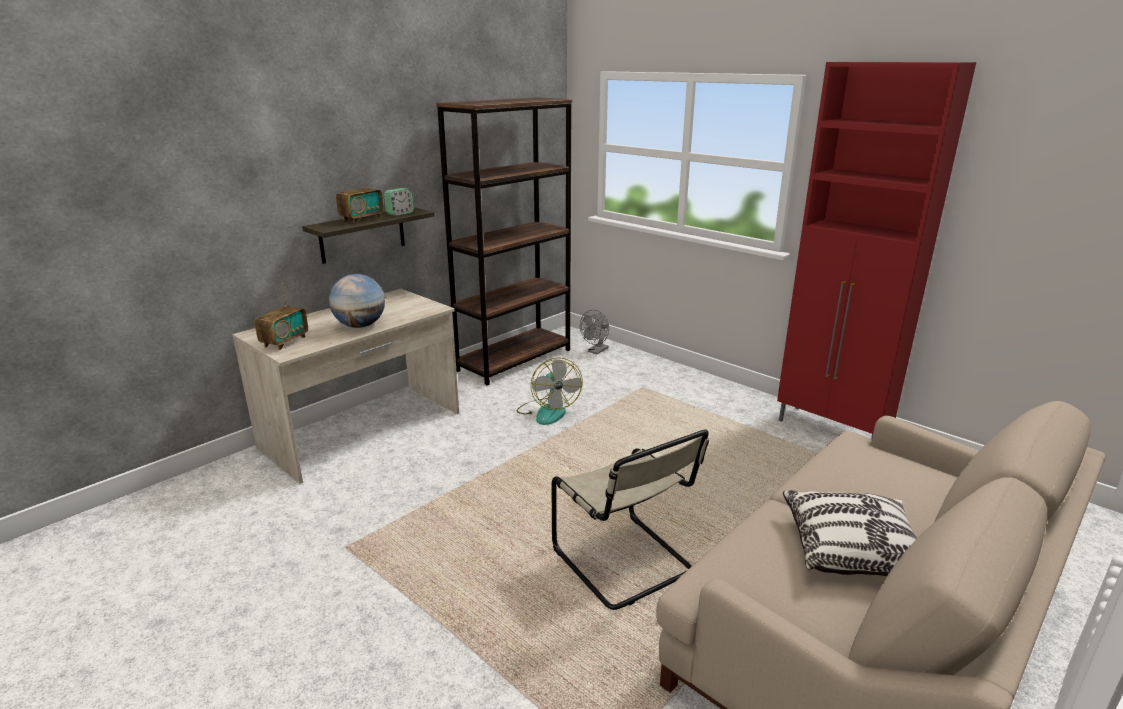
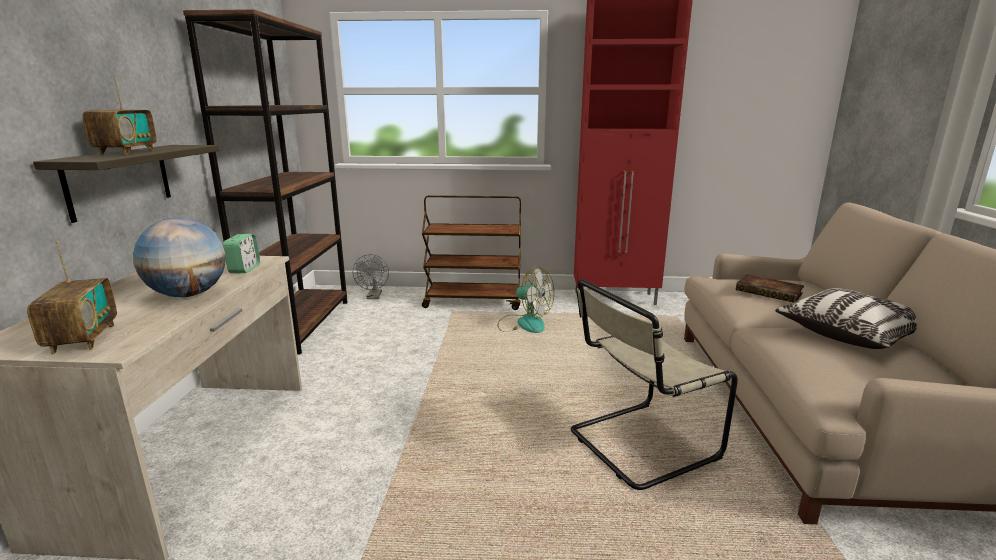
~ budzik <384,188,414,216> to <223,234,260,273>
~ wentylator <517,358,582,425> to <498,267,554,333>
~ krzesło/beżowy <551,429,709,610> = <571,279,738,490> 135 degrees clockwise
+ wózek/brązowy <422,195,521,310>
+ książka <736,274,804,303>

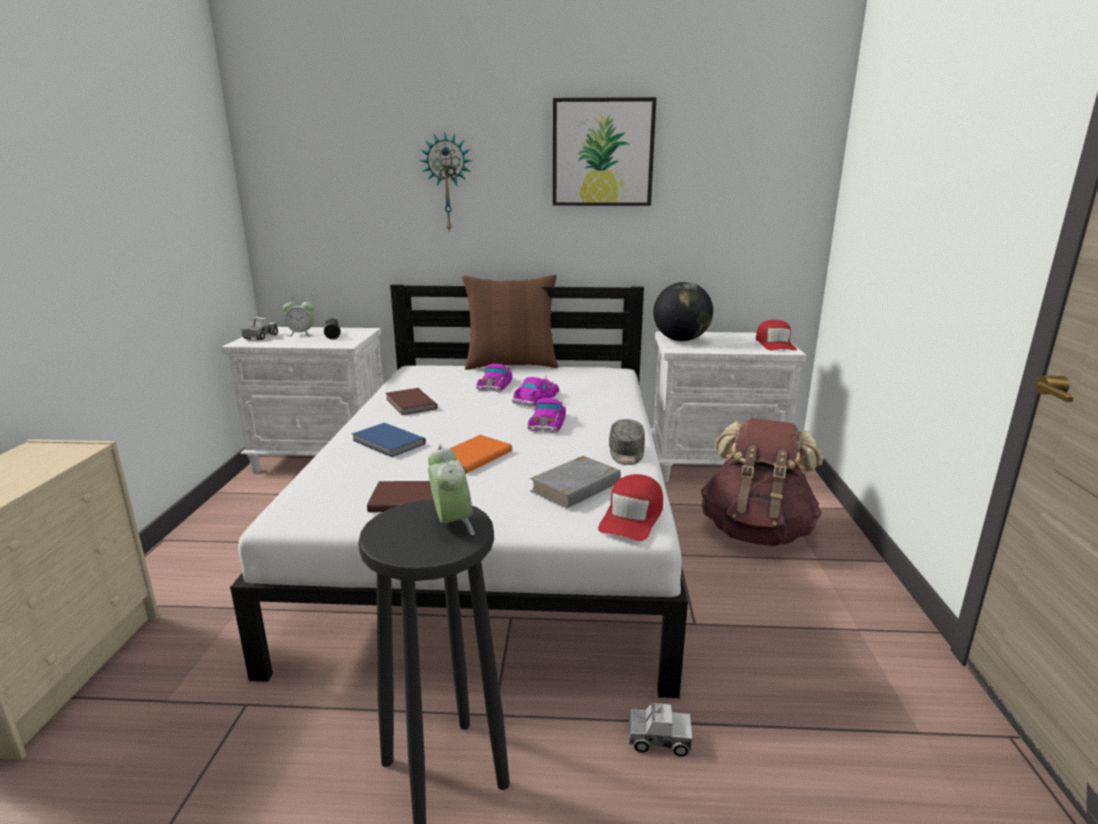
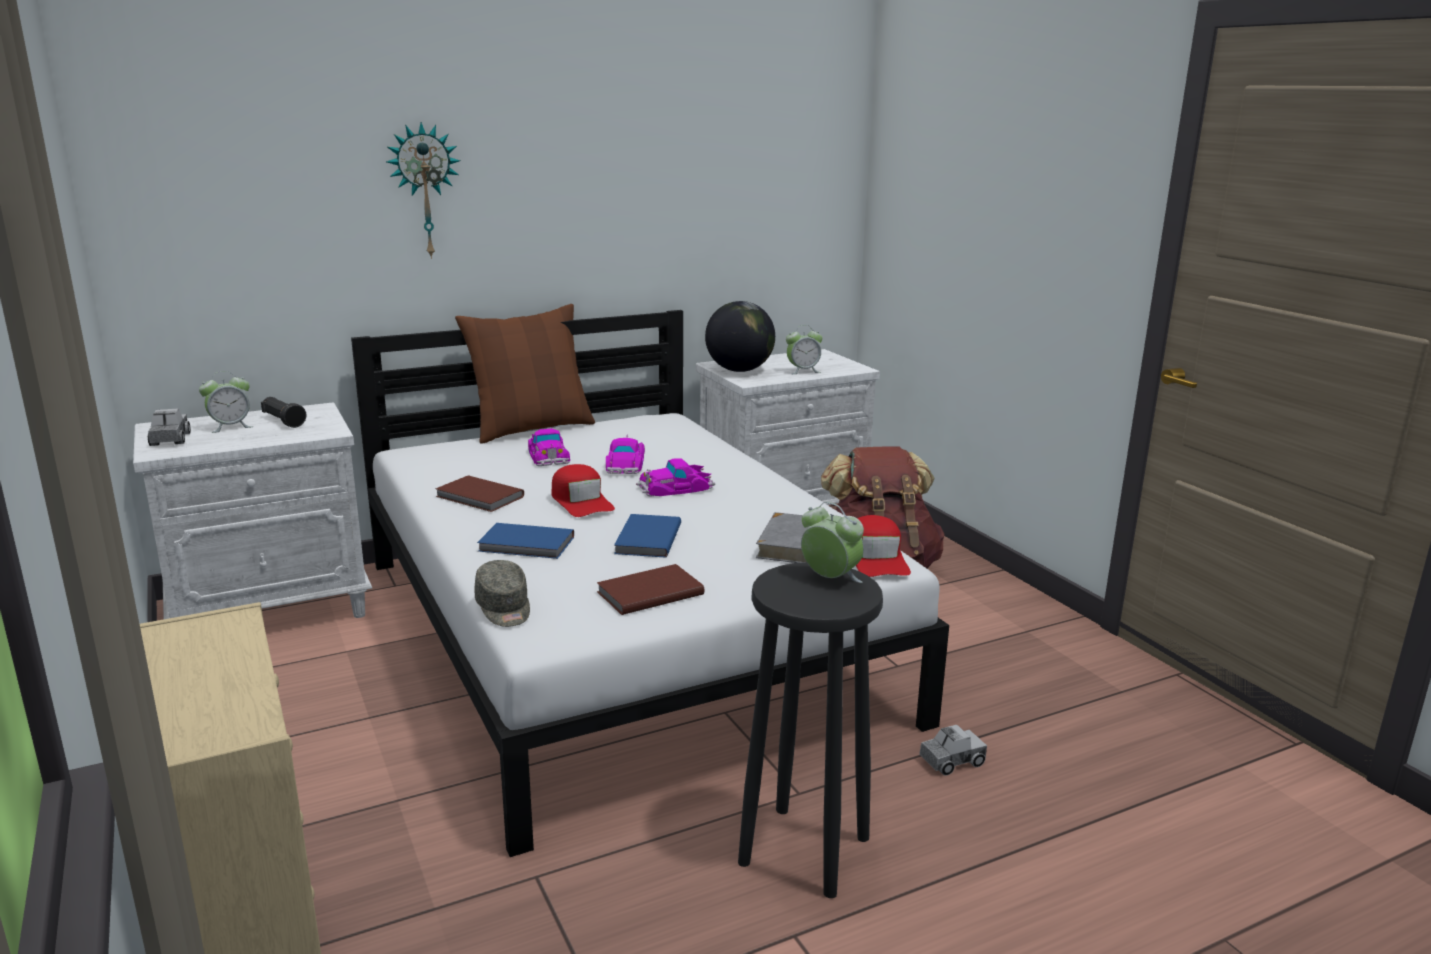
- obraz <553,97,657,206>
~ czapka z daszkiem/czerwony <756,320,797,350> to <551,464,615,517>
~ samochodzik <528,398,566,433> = <636,458,715,496> 90 degrees clockwise
~ czapka z daszkiem/szary <609,419,645,465> to <474,560,530,627>
~ książka/pomarańczowy <450,435,512,474> to książka/niebieski <614,514,681,558>
+ budzik <786,325,822,374>

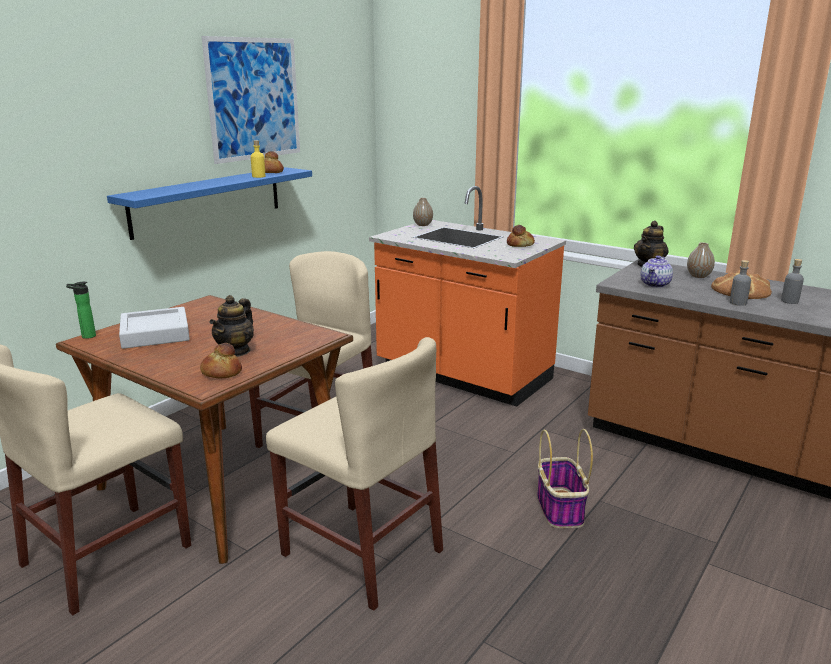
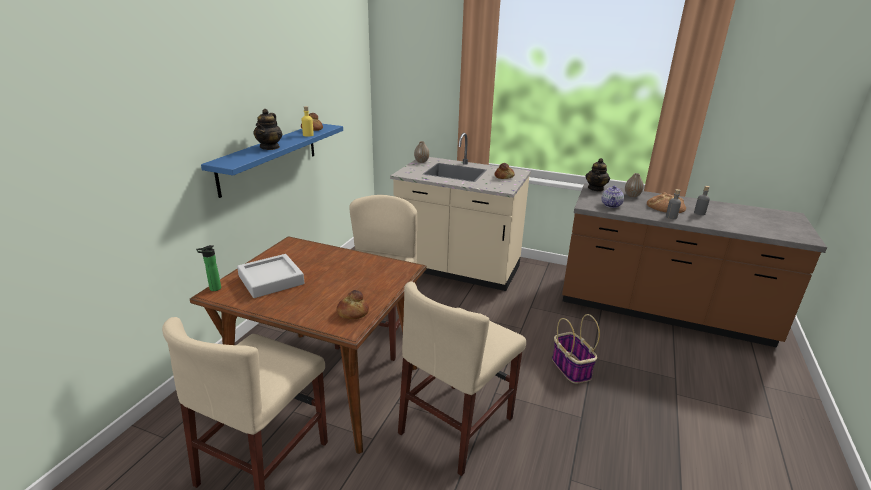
- obraz <202,36,300,164>
~ zabudowa kuchenna/pomarańczowy <369,186,566,407> to zabudowa kuchenna/beżowy <390,133,531,291>
~ imbryk <209,295,254,357> to <253,109,282,150>
~ krzesło/beżowy <266,337,443,611> = <398,282,526,476> 105 degrees clockwise

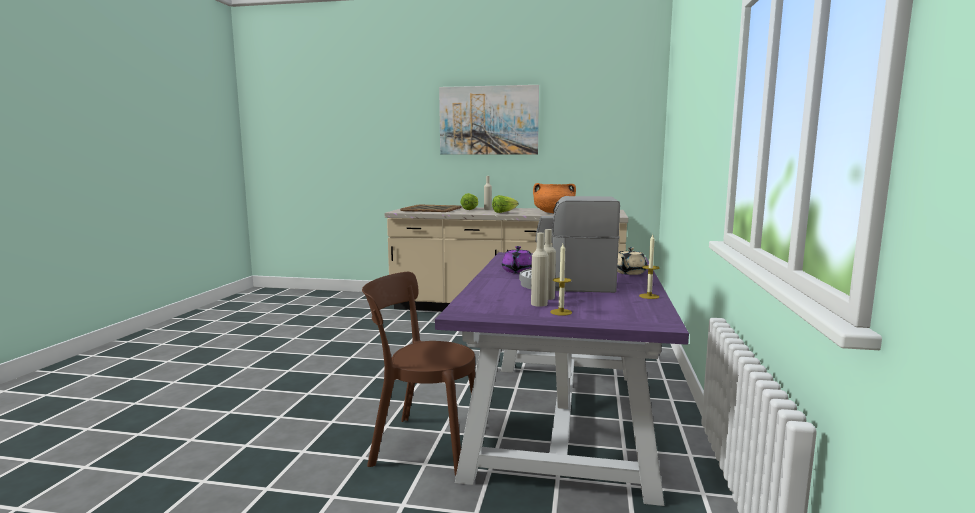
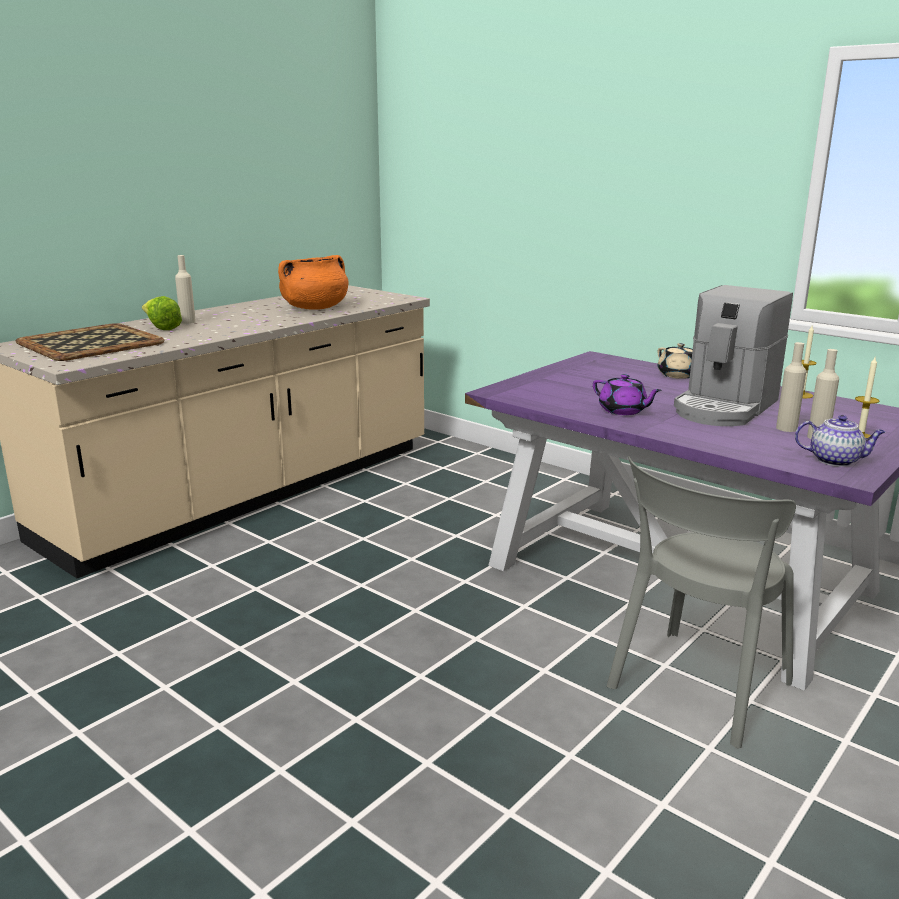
- obraz <439,85,539,155>
- sałata <492,195,519,213>
~ krzesło/brązowy <362,272,475,476> to krzesło/szary <607,456,796,749>
+ imbryk <795,415,885,467>

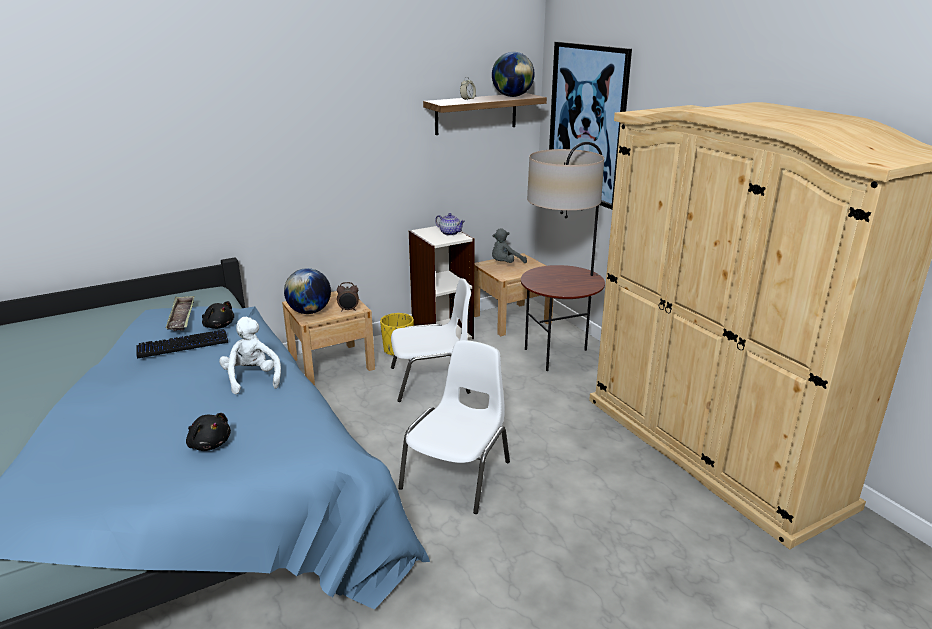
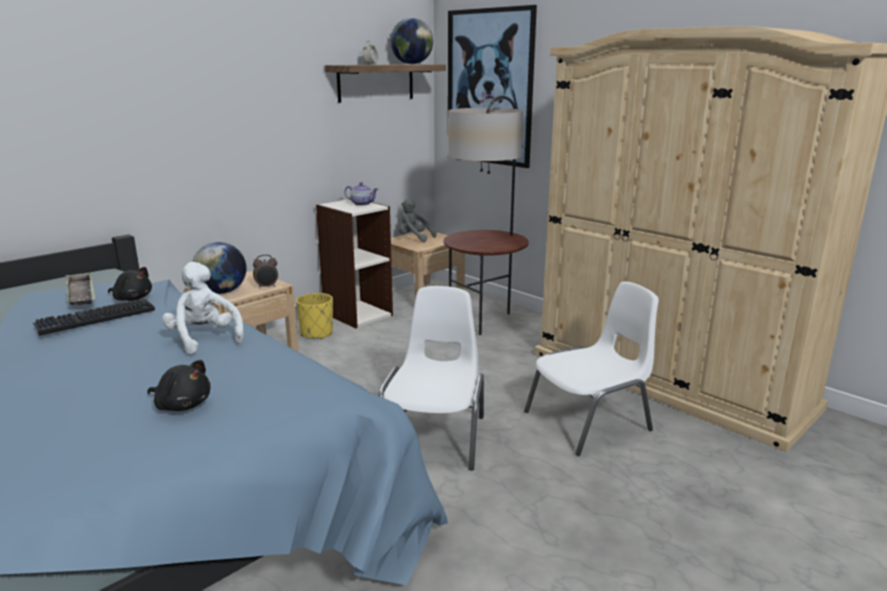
~ pluszak/szary <492,228,527,263> = <399,199,436,242> 75 degrees clockwise
~ krzesło/biały <391,278,471,402> to <524,282,659,456>

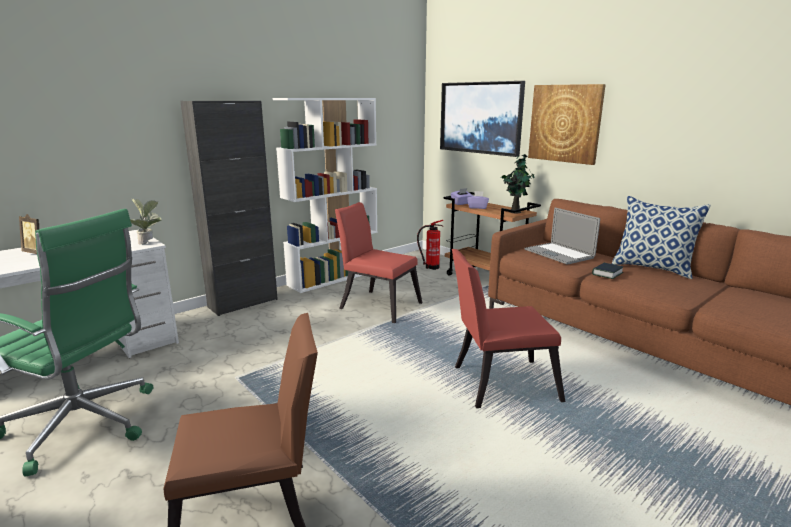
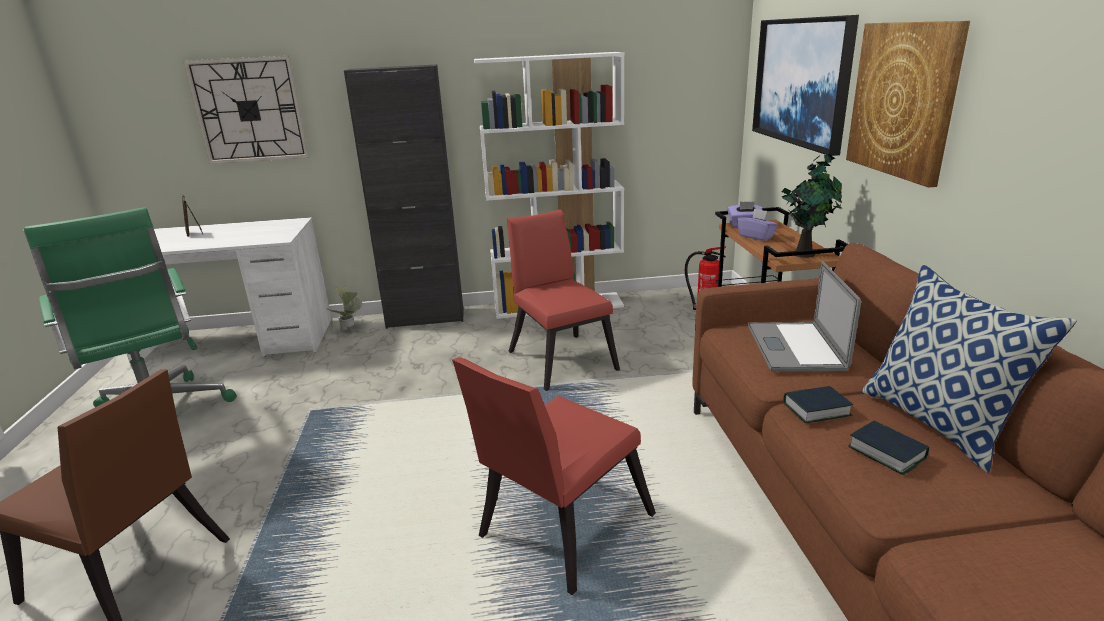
~ roślina doniczkowa <130,199,162,245> to <327,286,362,331>
~ krzesło/czerwony <452,249,565,408> = <452,357,656,595> 75 degrees counterclockwise
+ zegar ścienny <183,56,309,164>
+ książka <848,421,929,475>

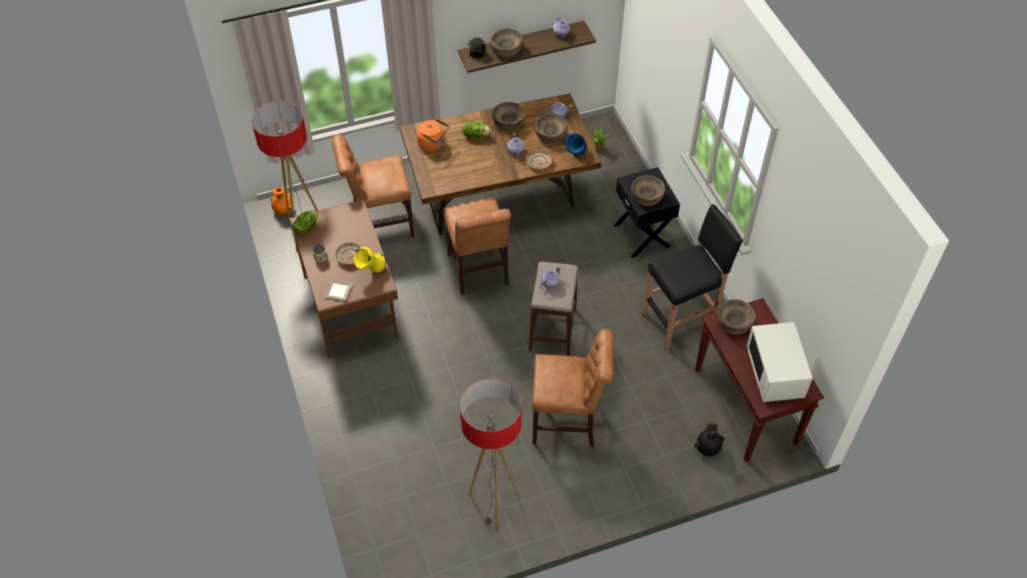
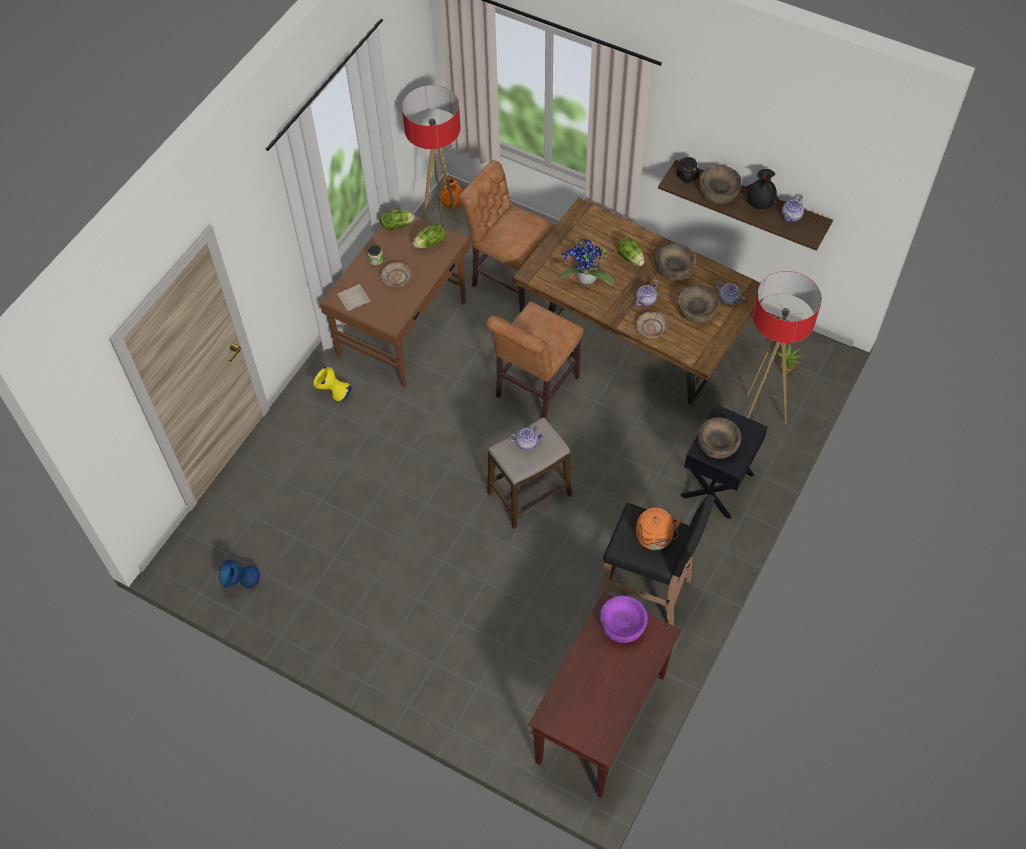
~ czajnik/pomarańczowy <417,119,449,152> to <636,508,682,550>
~ wazon/niebieski <565,133,587,156> to <219,560,260,589>
~ wazon/żółty <354,247,386,273> to <313,367,352,401>
~ miska/brązowy <717,299,756,335> to miska/fioletowy <599,595,648,643>
- mikrofalówka/biały <746,322,813,402>
- krzesło/brązowy <532,329,614,447>
~ lampa stojąca <460,379,522,530> to <746,271,822,424>
~ wazon/czarny <694,423,724,456> to <746,169,779,209>
+ sałata <413,224,446,248>
+ roślina doniczkowa <561,239,615,286>

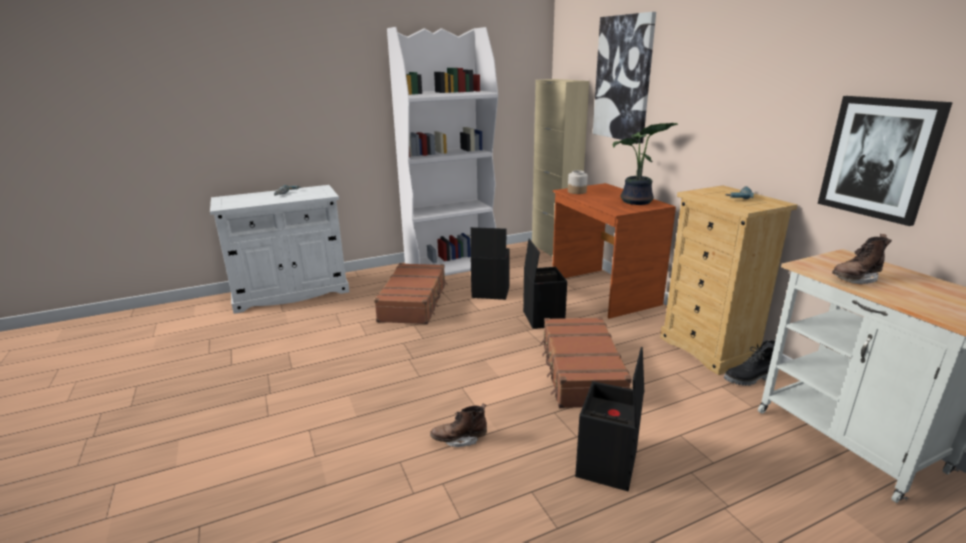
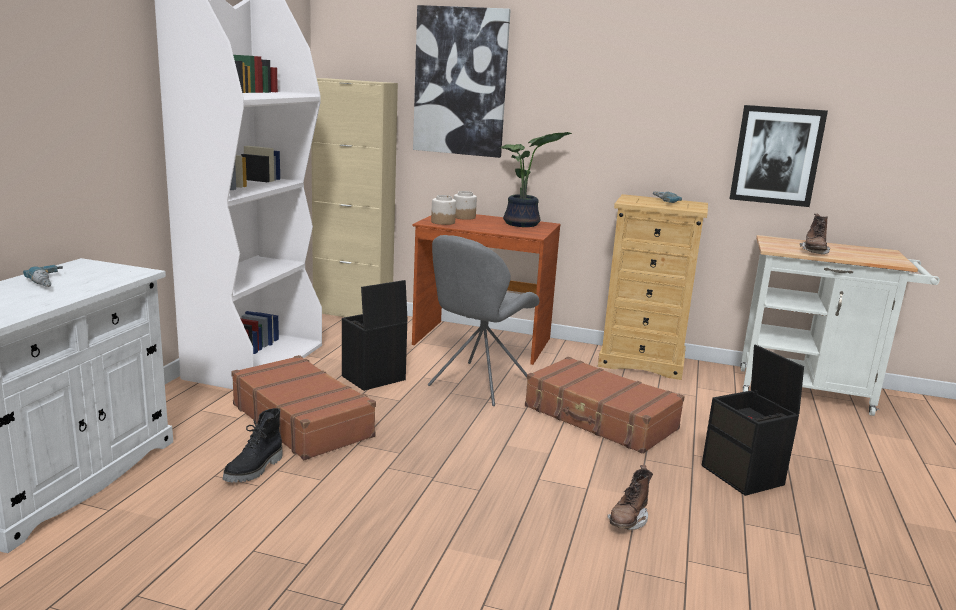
~ pojemnik do przechowywania/czarny <523,239,567,329> to krzesło/szary <428,235,539,406>
~ but z cholewką/czarny <724,340,775,386> to <223,408,282,483>
+ słoik <453,191,477,220>

